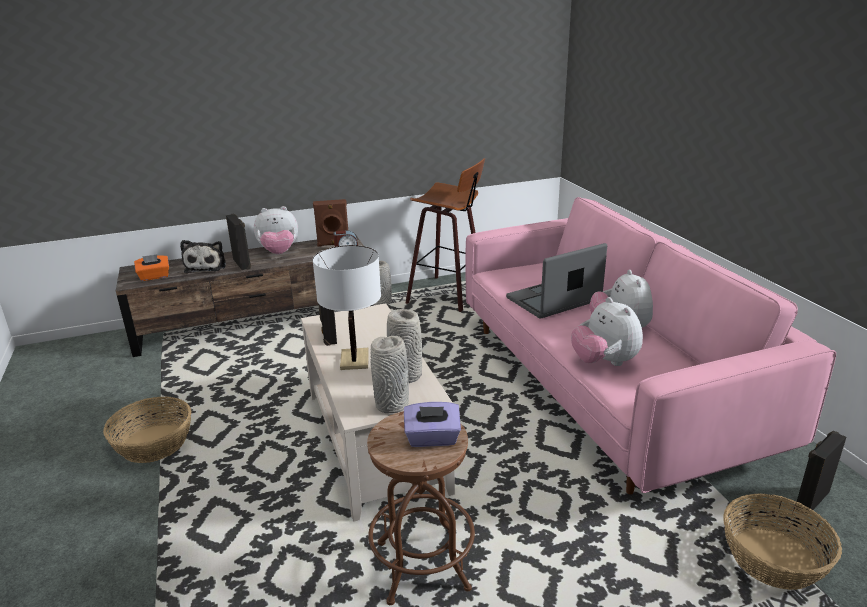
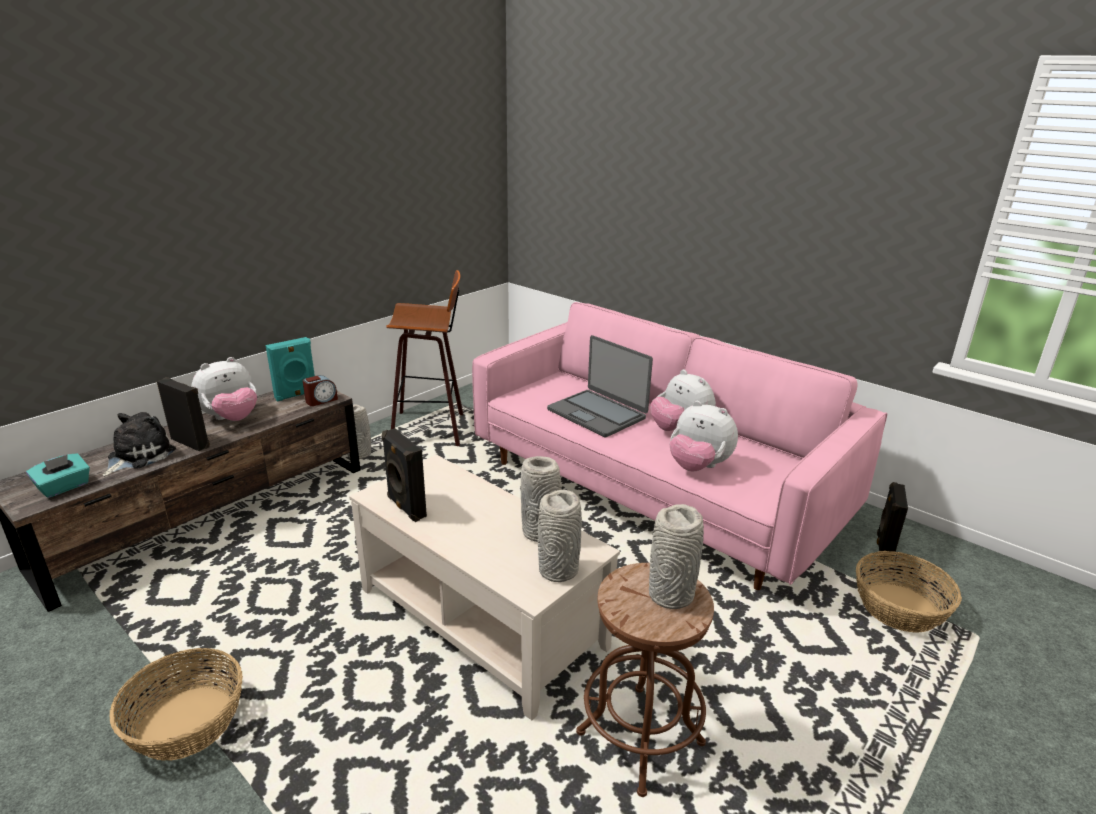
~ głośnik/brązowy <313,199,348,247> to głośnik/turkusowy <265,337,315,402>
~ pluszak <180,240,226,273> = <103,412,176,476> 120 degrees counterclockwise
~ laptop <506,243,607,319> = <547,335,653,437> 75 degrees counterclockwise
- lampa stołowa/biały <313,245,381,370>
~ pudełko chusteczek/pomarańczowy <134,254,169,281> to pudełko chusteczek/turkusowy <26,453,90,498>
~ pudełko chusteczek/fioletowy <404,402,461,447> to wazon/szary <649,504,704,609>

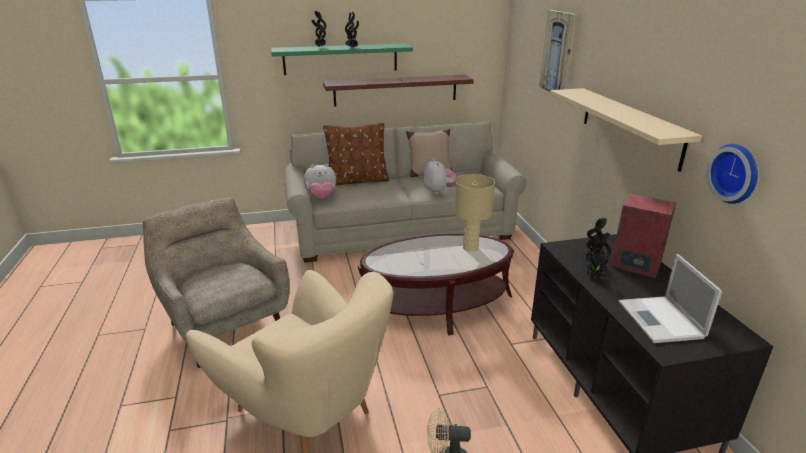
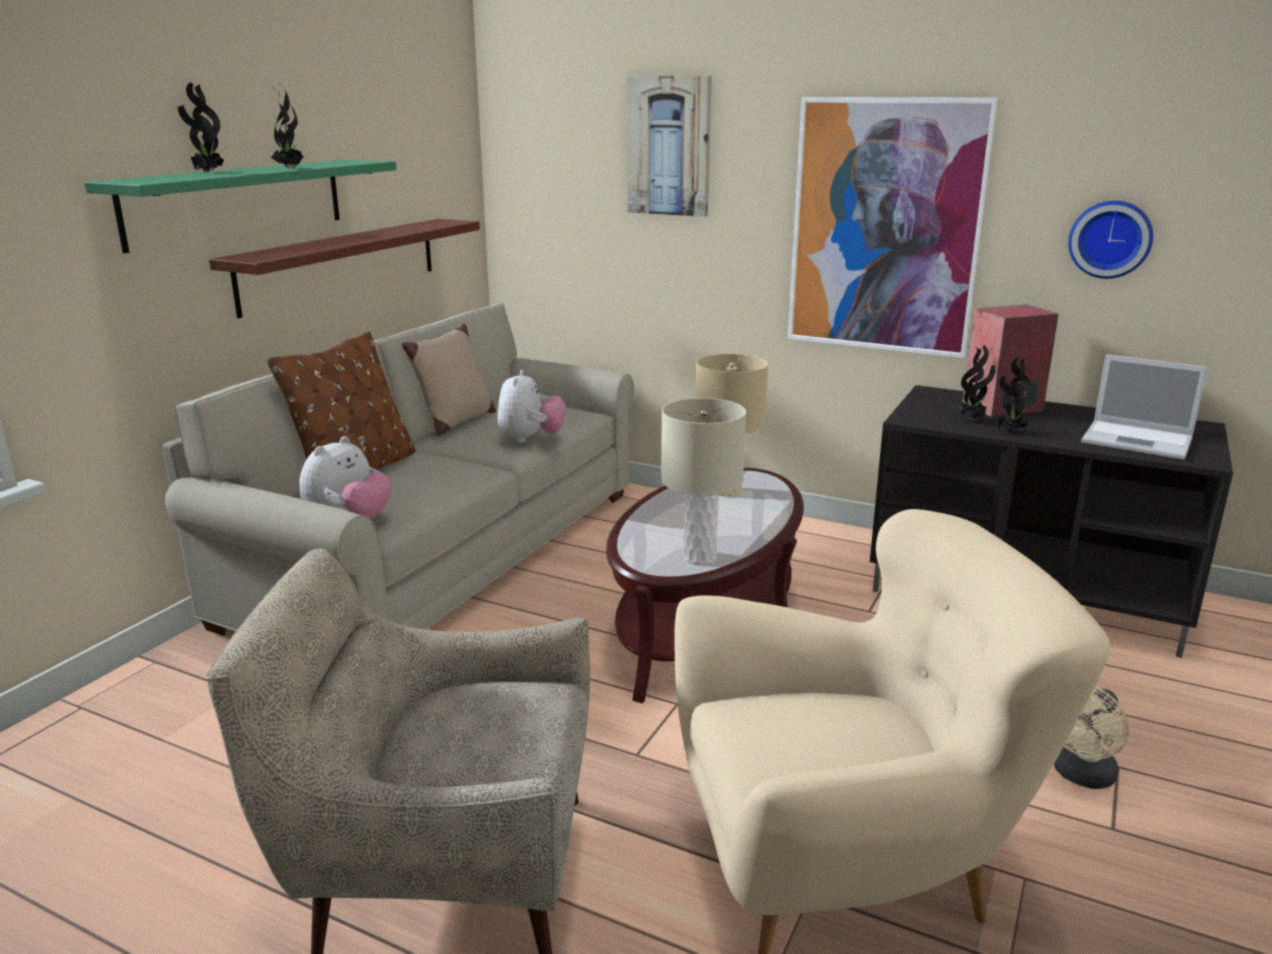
~ półka/beżowy <550,88,702,172> to obraz <788,97,998,358>
~ pluszak <423,158,457,195> = <497,370,565,443> 75 degrees clockwise
+ lampa stołowa/beżowy <661,398,746,565>

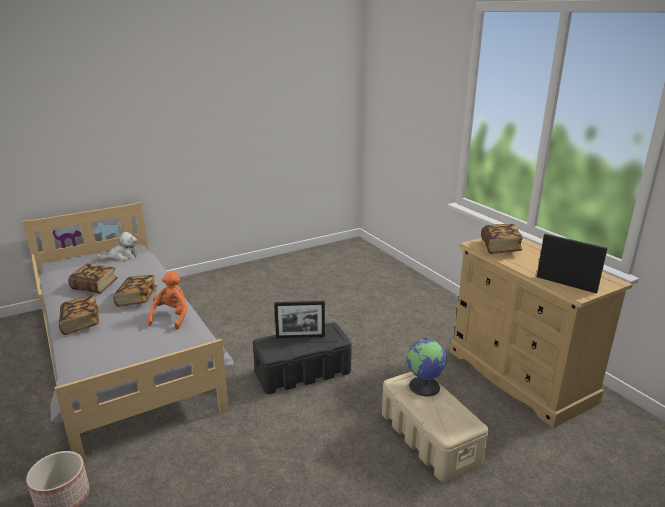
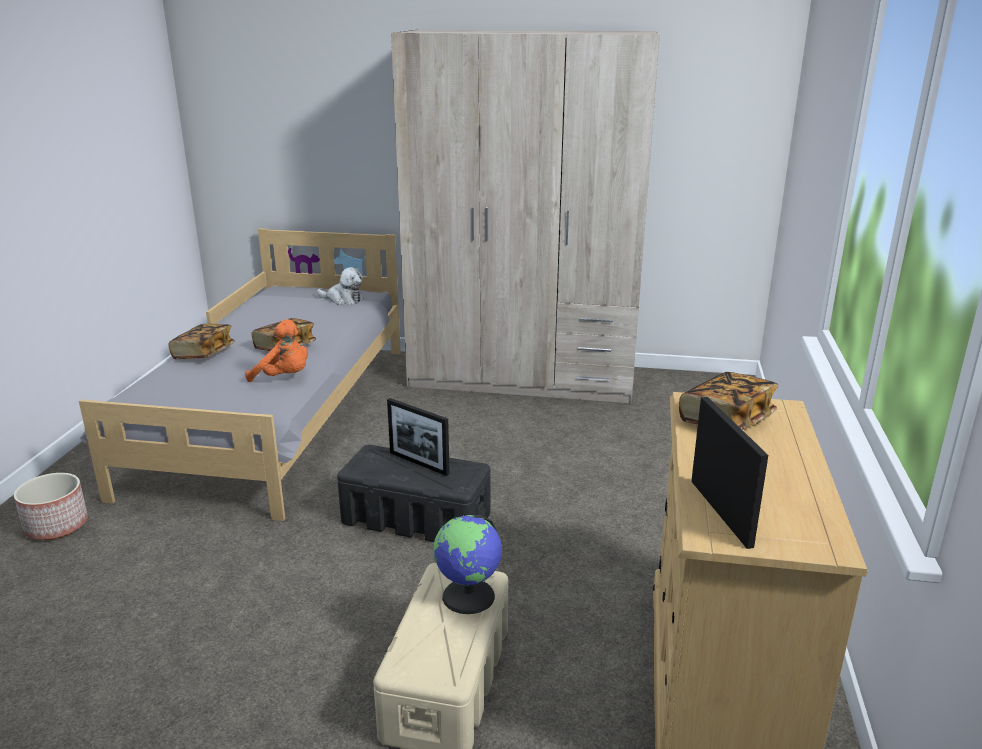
- książka <68,263,118,294>
~ pluszak/pomarańczowy <148,271,188,330> = <245,319,308,382> 60 degrees clockwise
+ szafa/beżowy <391,29,660,404>

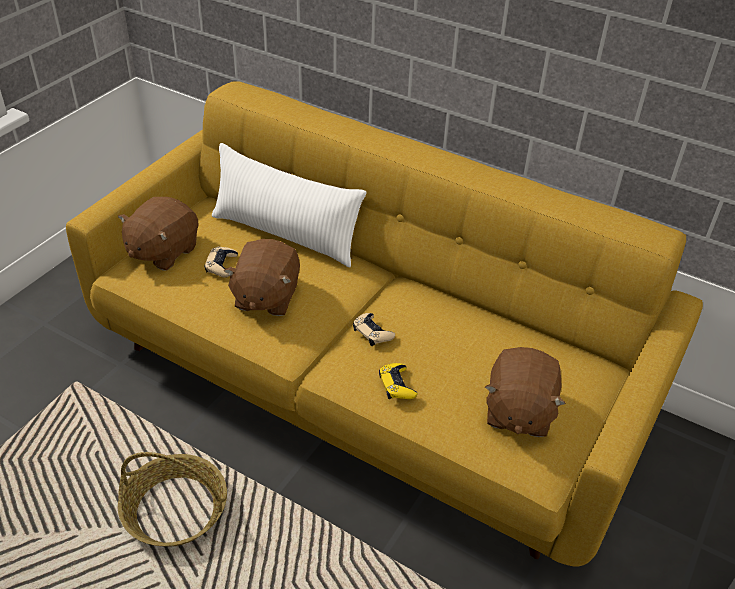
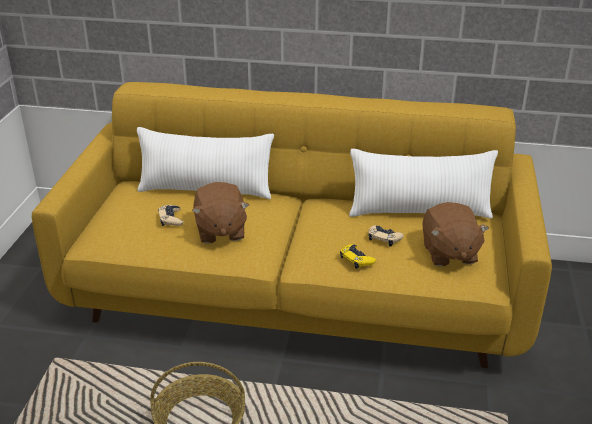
- pluszak/brązowy <118,197,199,271>
~ pad do gier/beżowy <353,313,395,346> to <368,225,404,247>
+ poduszka/biały <349,149,498,219>

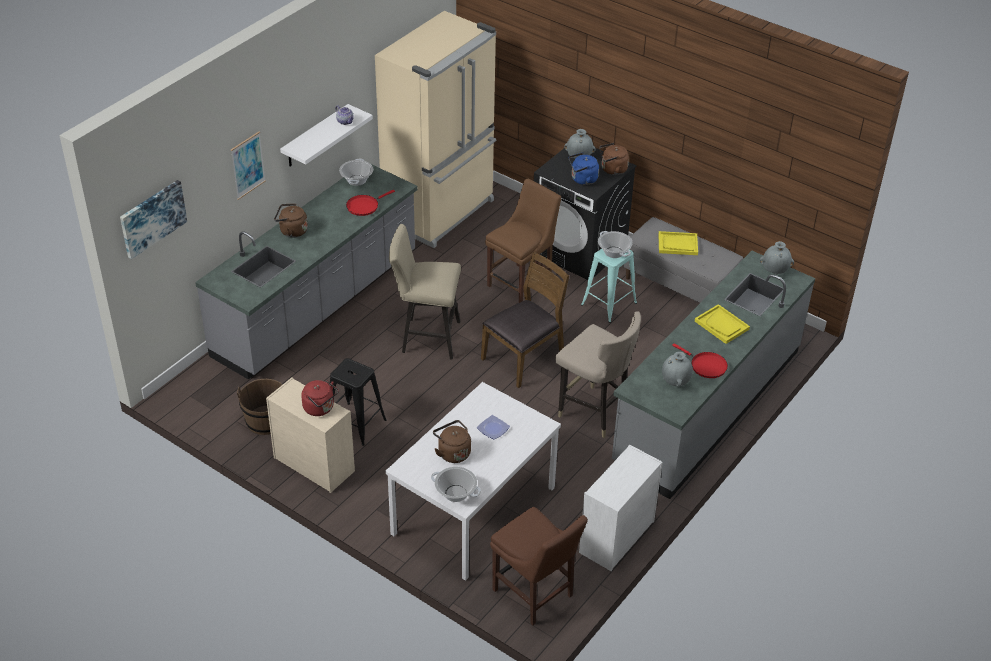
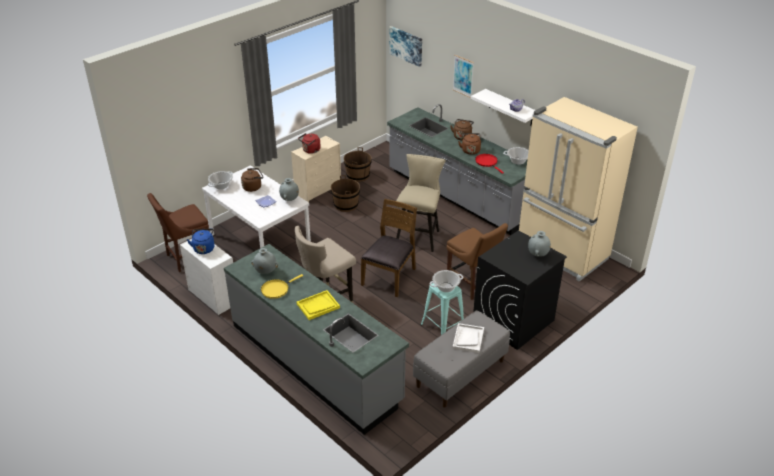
~ czajnik/brązowy <599,143,629,175> to <458,133,481,155>
~ czajnik/niebieski <569,152,599,185> to <187,229,215,254>
~ taca/żółty <659,231,698,255> to taca/biały <453,323,484,353>
~ wazon/szary <760,241,794,275> to <279,178,299,201>
~ krzesło/brązowy <481,252,569,388> = <361,199,417,297> 120 degrees counterclockwise
~ patelnia/czerwony <672,343,728,378> to patelnia/żółty <261,274,303,299>
~ stołek/czarny <329,358,387,446> to wiadro/brązowy <331,175,360,212>

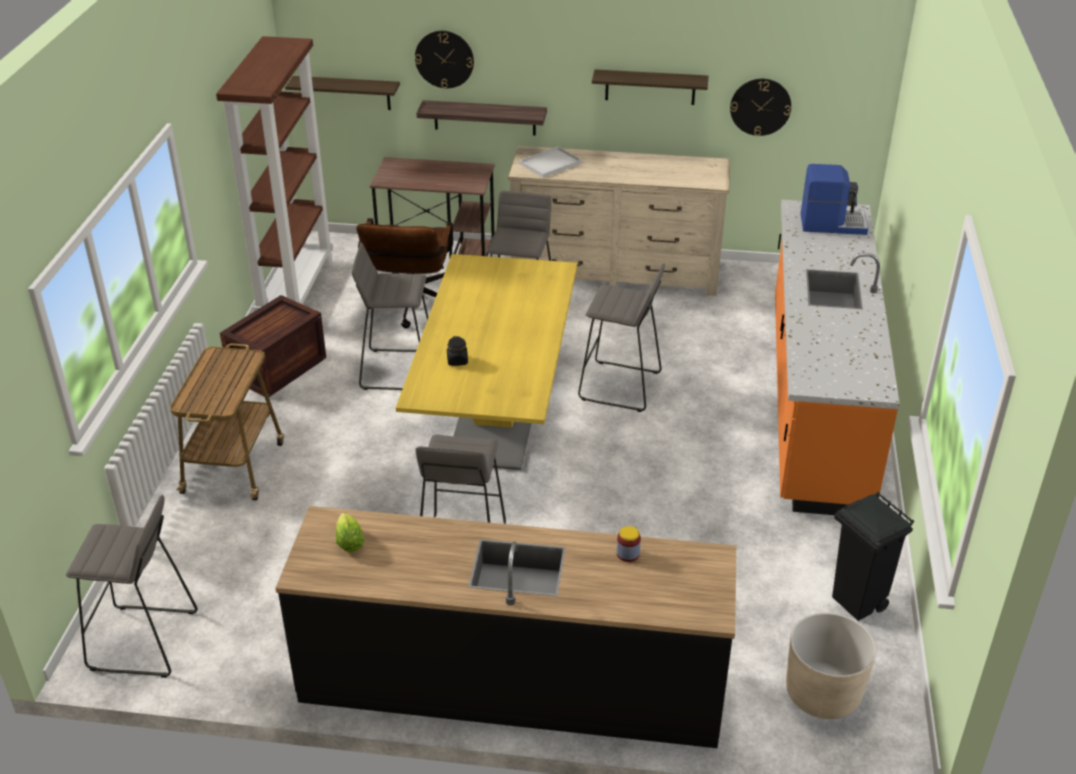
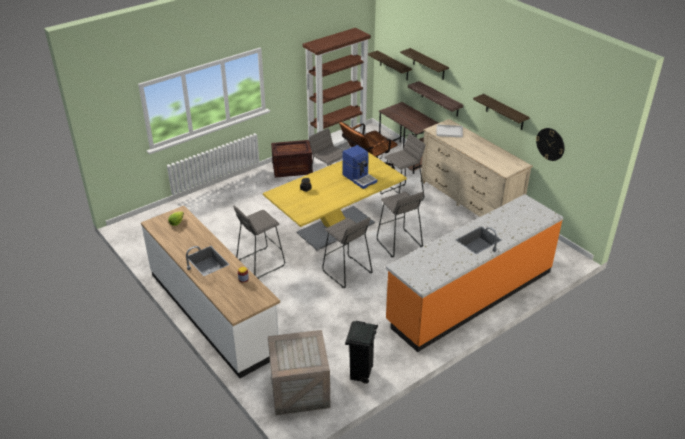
~ zegar ścienny <415,31,474,89> to półka <400,48,449,80>
~ ekspres do kawy <801,164,868,235> to <342,145,377,189>
- wózek <170,343,284,500>
~ stołek/szary <66,495,198,678> to <322,217,373,288>
~ zabudowa kuchenna/czarny <276,506,736,748> to zabudowa kuchenna/biały <141,206,280,378>
~ donica/beżowy <786,612,876,719> to skrzynka <268,330,330,415>

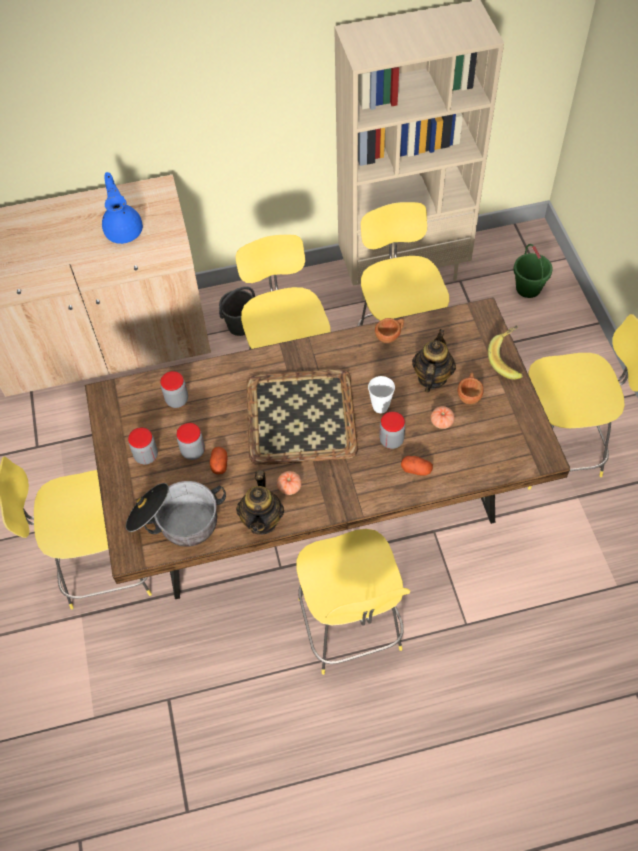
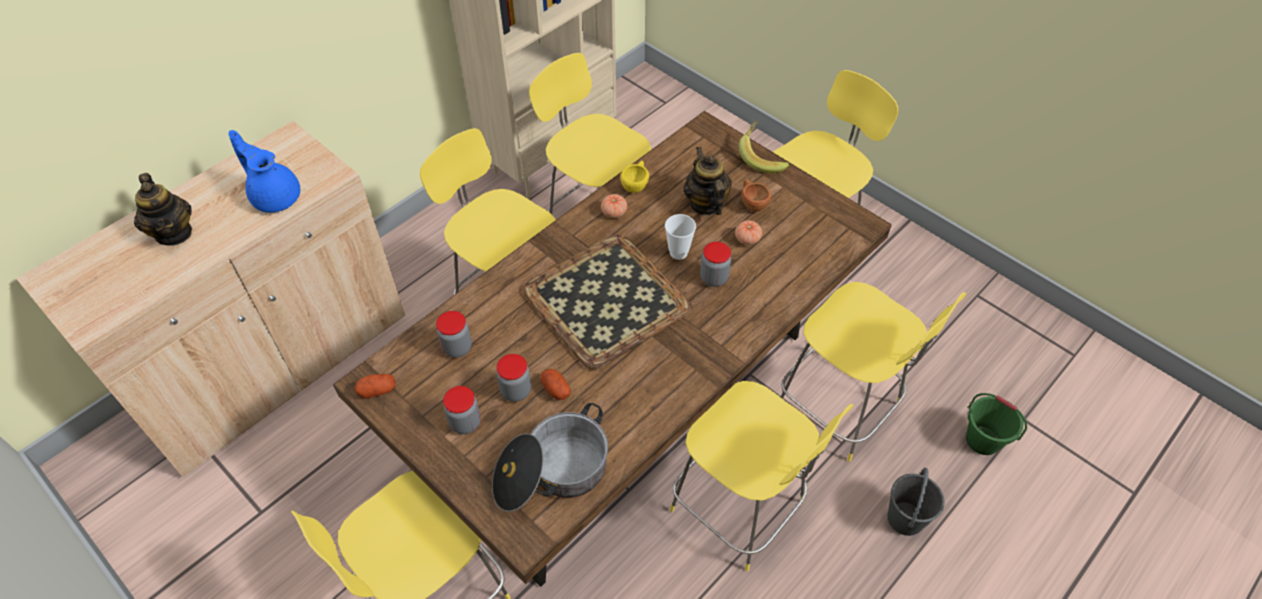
~ wiadro/zielony <514,244,552,298> to <966,393,1027,455>
~ wiadro/szary <219,286,255,336> to <887,468,945,536>
~ filiżanka/brązowy <375,318,404,343> to filiżanka/żółty <620,161,649,193>
~ ziemniak <401,456,433,476> to <355,374,396,399>
~ imbryk <236,470,284,534> to <134,173,192,246>
~ pomidor <277,471,302,495> to <601,194,627,218>
+ stołek/żółty <781,282,966,462>

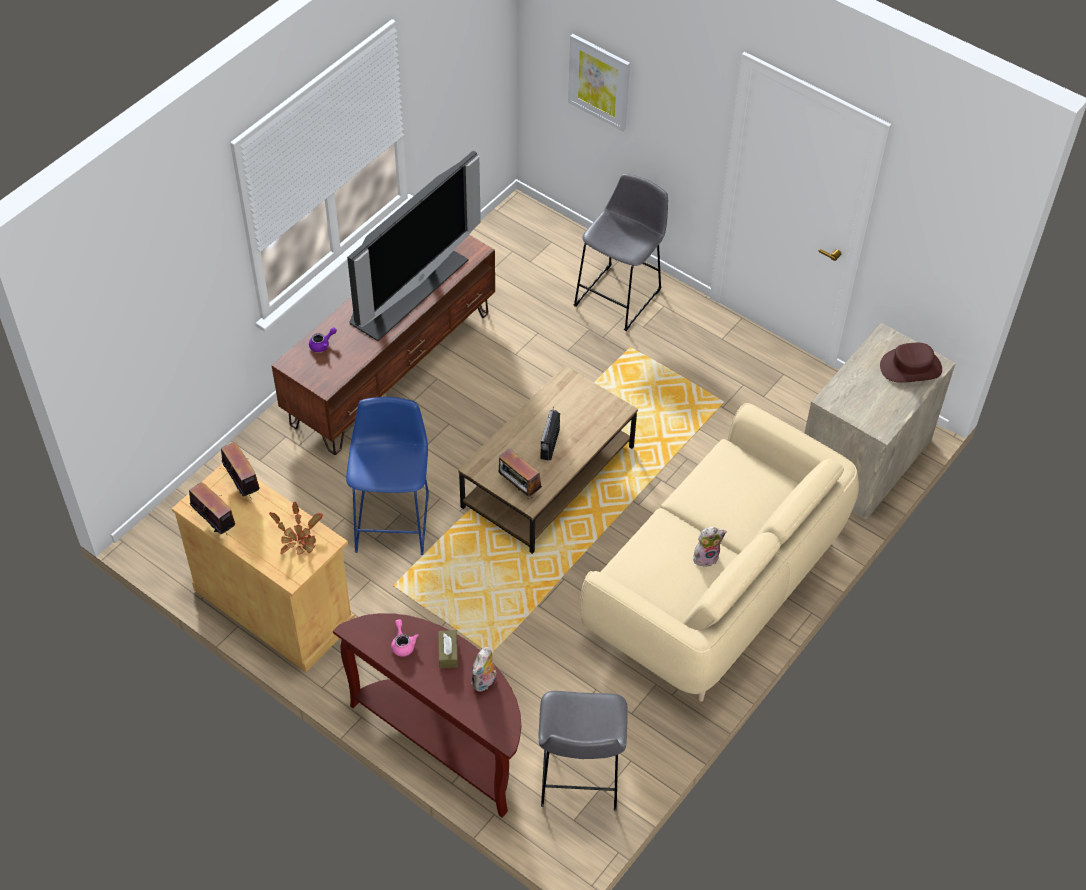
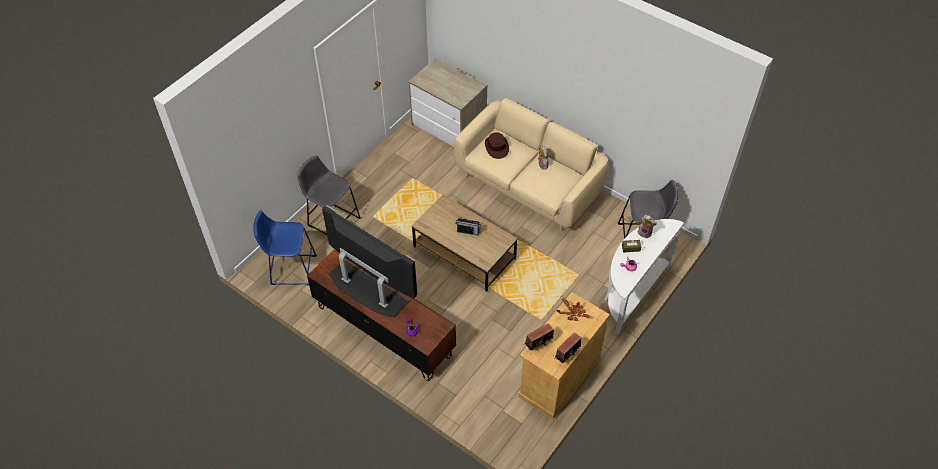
- obraz <568,34,630,131>
~ kapelusz/brązowy <880,343,942,383> to <485,133,509,159>
~ stołek/niebieski <346,397,429,555> to <253,211,317,285>
- radio <498,448,542,499>
~ stolik konsolowy/brązowy <333,613,521,818> to stolik konsolowy/biały <605,219,684,335>

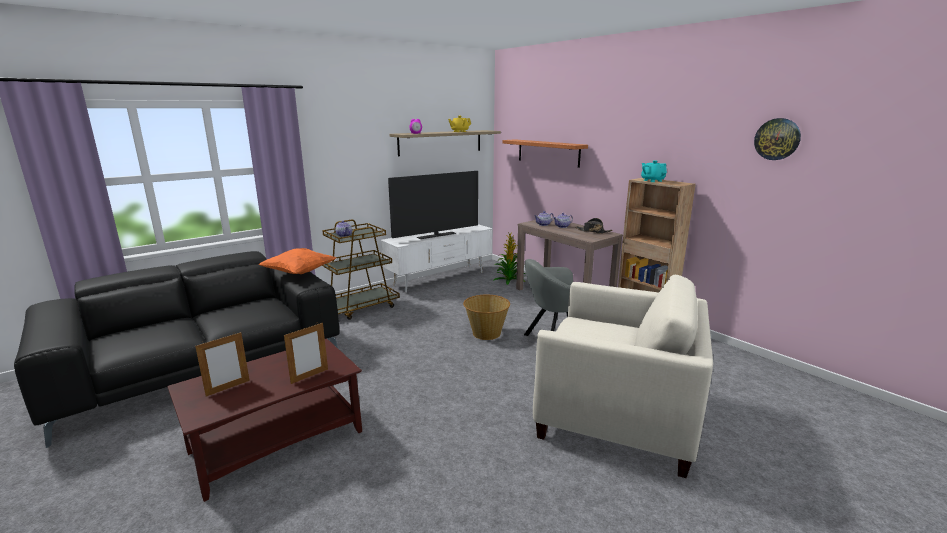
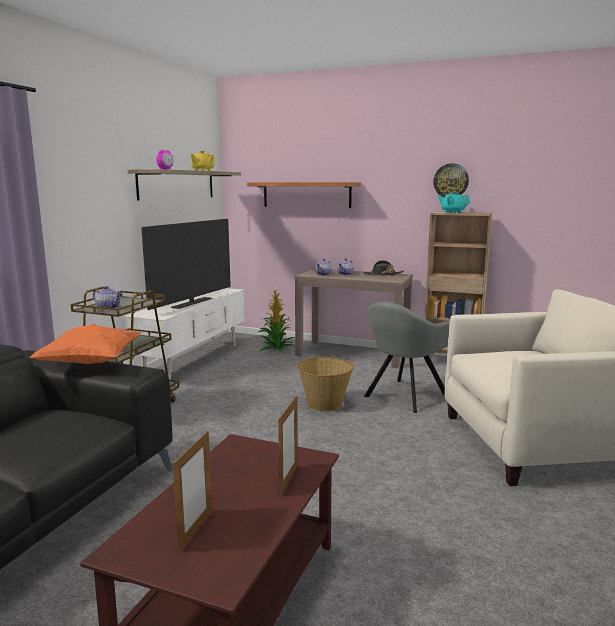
~ zegar ścienny <754,118,801,160> to <433,163,469,197>

